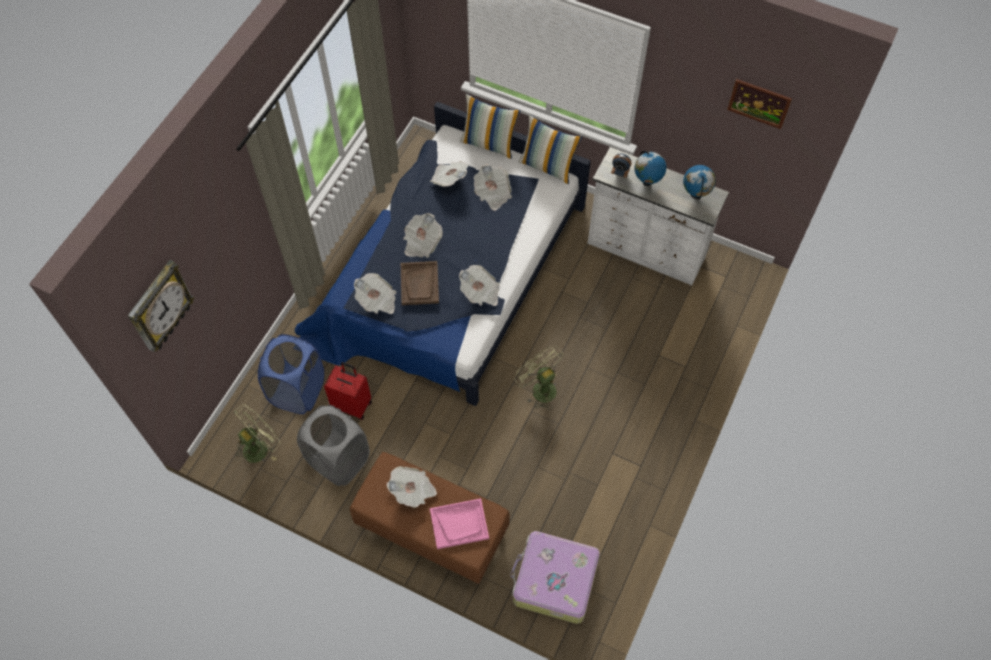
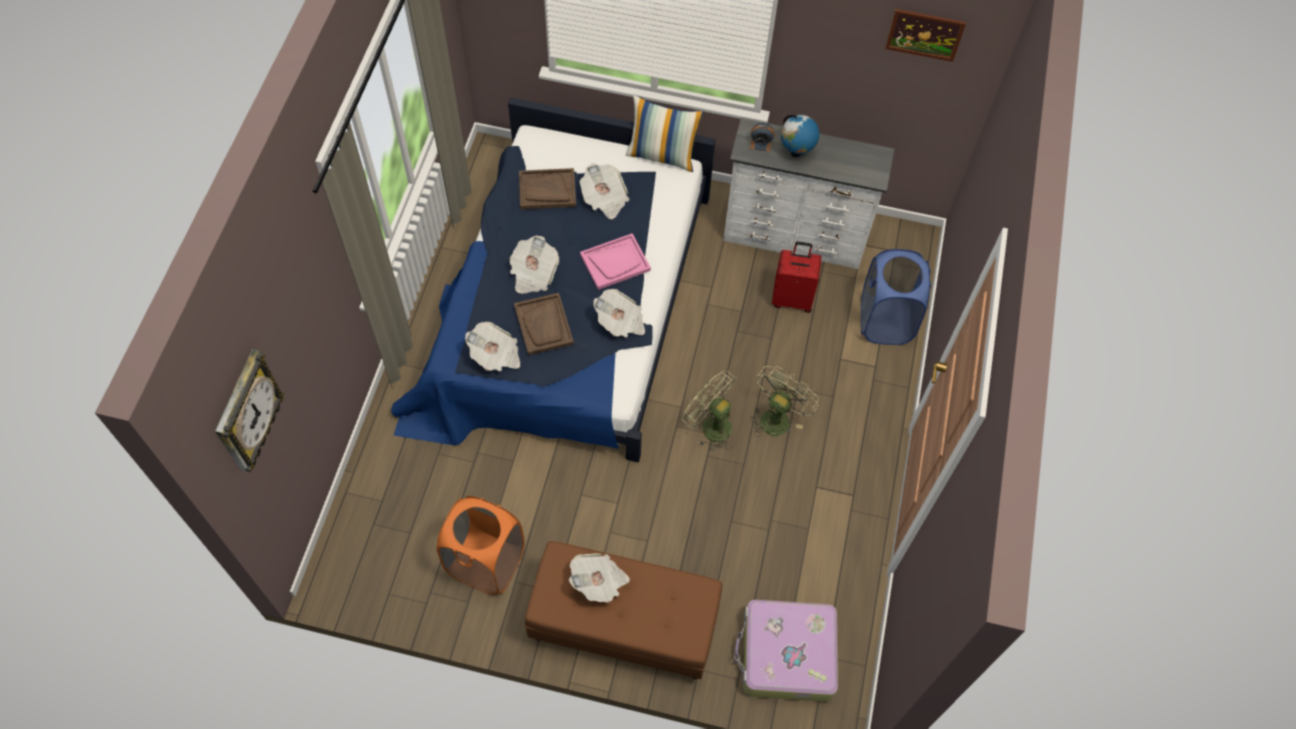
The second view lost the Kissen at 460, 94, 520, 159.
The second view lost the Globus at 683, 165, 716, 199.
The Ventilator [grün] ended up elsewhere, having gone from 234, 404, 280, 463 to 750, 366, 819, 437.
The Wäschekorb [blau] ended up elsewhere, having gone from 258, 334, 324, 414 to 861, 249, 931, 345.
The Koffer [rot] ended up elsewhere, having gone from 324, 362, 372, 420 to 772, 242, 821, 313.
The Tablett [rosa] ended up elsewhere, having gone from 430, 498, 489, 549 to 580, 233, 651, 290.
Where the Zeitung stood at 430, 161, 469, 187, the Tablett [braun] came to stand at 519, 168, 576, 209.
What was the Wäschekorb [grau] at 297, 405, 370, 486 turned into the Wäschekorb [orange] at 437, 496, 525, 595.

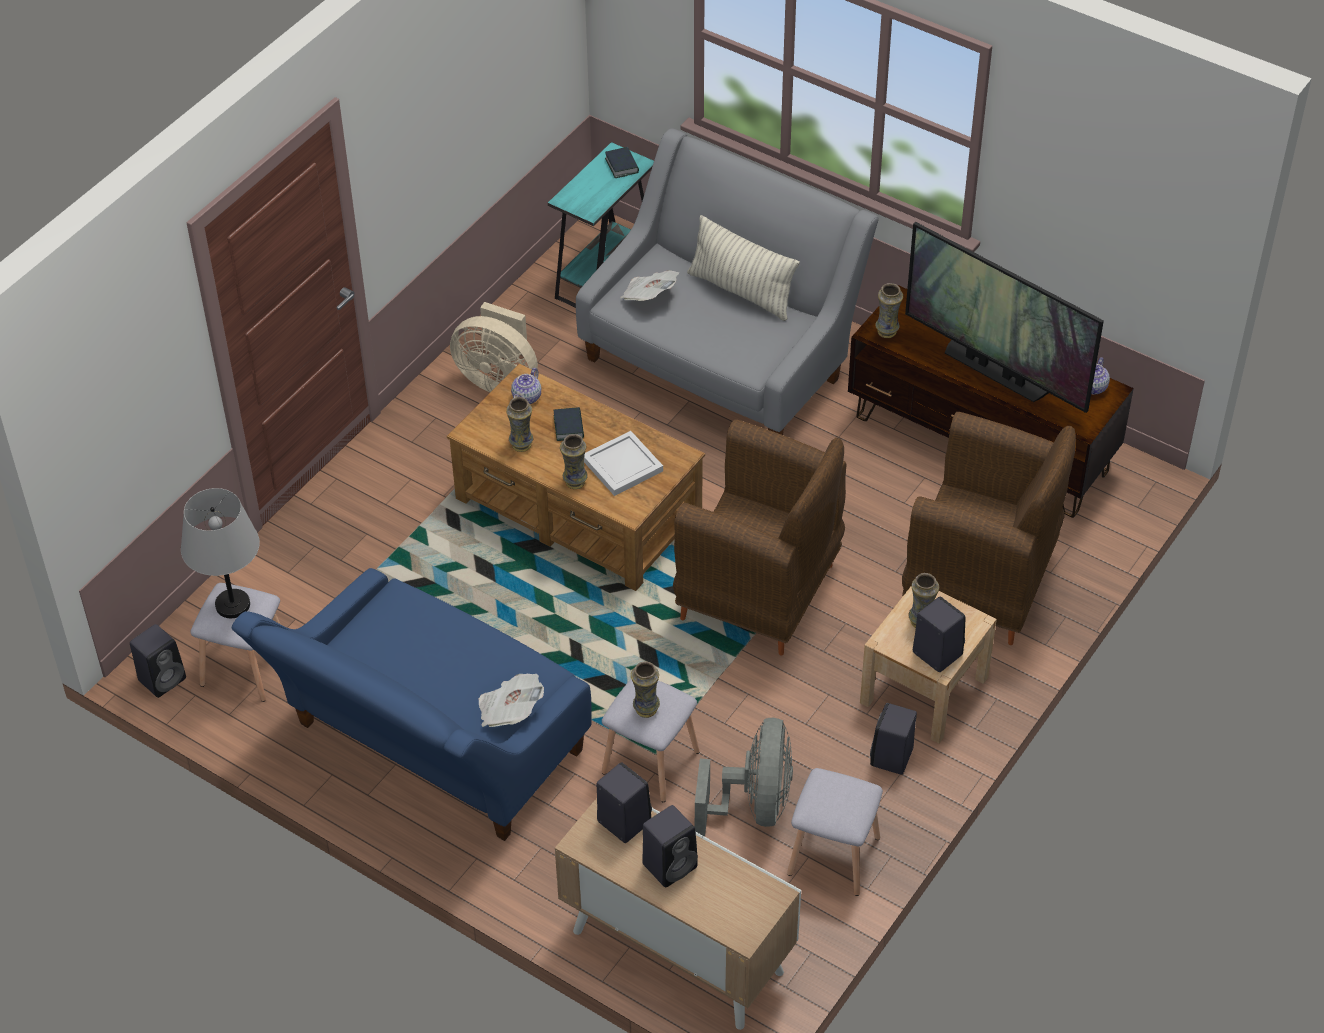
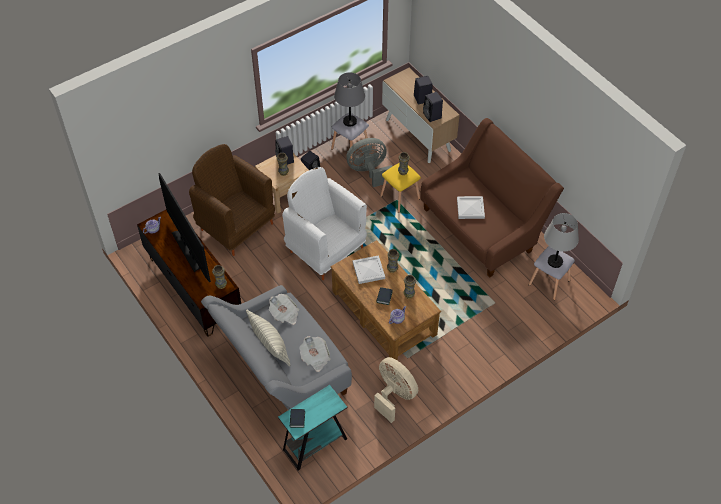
The second view lost the Lautsprecher [schwarz] at 130, 624, 186, 698.
The second view gained the Tischlampe [grau] at 334, 72, 365, 127.
The second view gained the Tablett [weiß] at 457, 196, 485, 219.
The Zeitung ended up elsewhere, having gone from 478, 674, 544, 727 to 269, 294, 299, 325.
What was the Sofa [blau] at 232, 568, 592, 841 turned into the Sofa [braun] at 421, 118, 564, 277.
What was the Hocker [grau] at 602, 679, 700, 802 turned into the Hocker [gelb] at 380, 163, 421, 213.
What was the Sessel [braun] at 673, 420, 847, 656 turned into the Sessel [weiß] at 282, 167, 367, 280.
The Ventilator [grau] at 695, 718, 793, 836 ended up facing another way, 45 degrees clockwise from before.

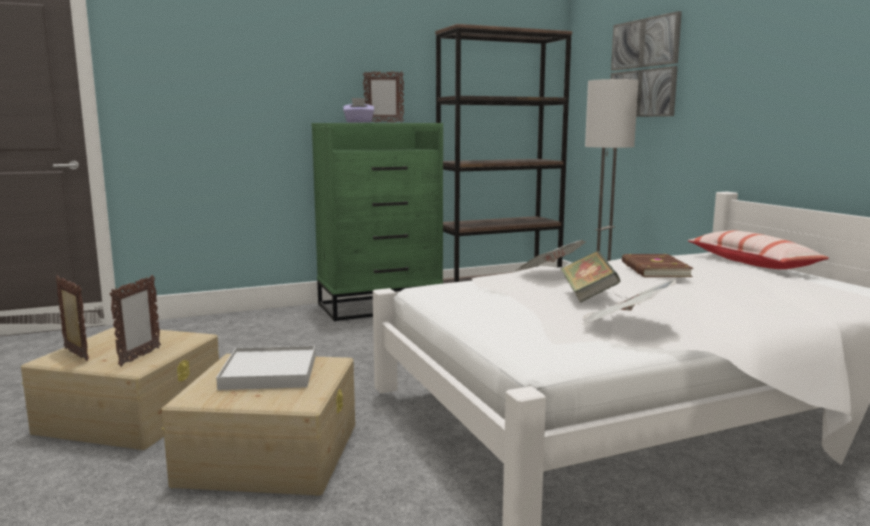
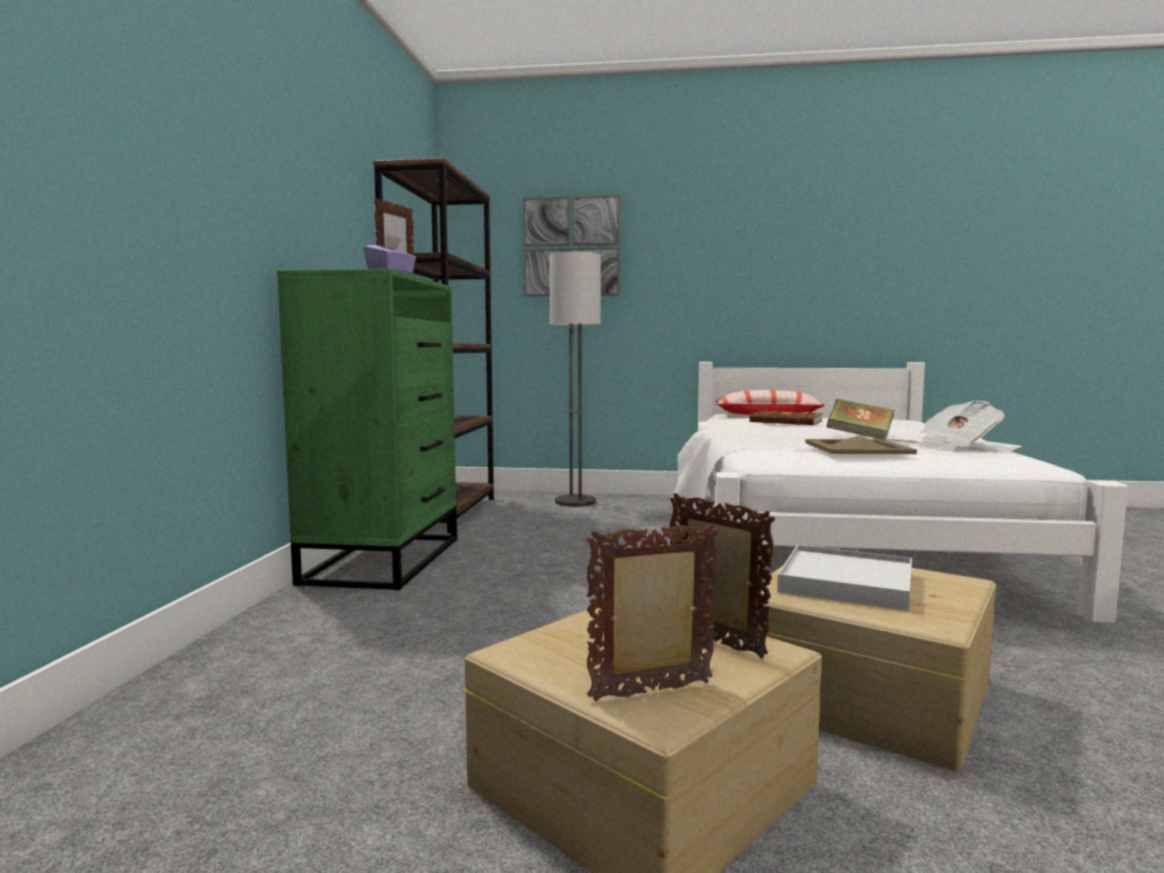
The second view lost the Zeitung at 516, 240, 586, 271.
The second view gained the Tablett [beige] at 806, 436, 917, 454.

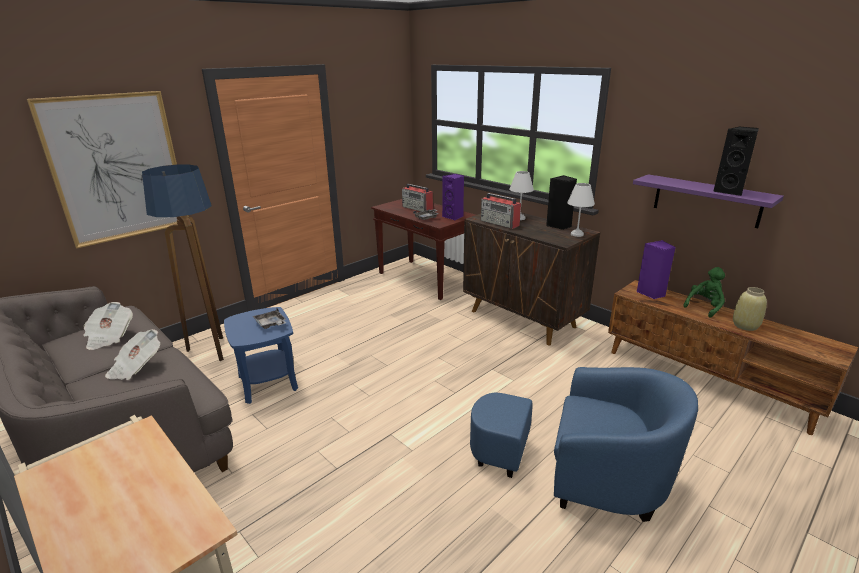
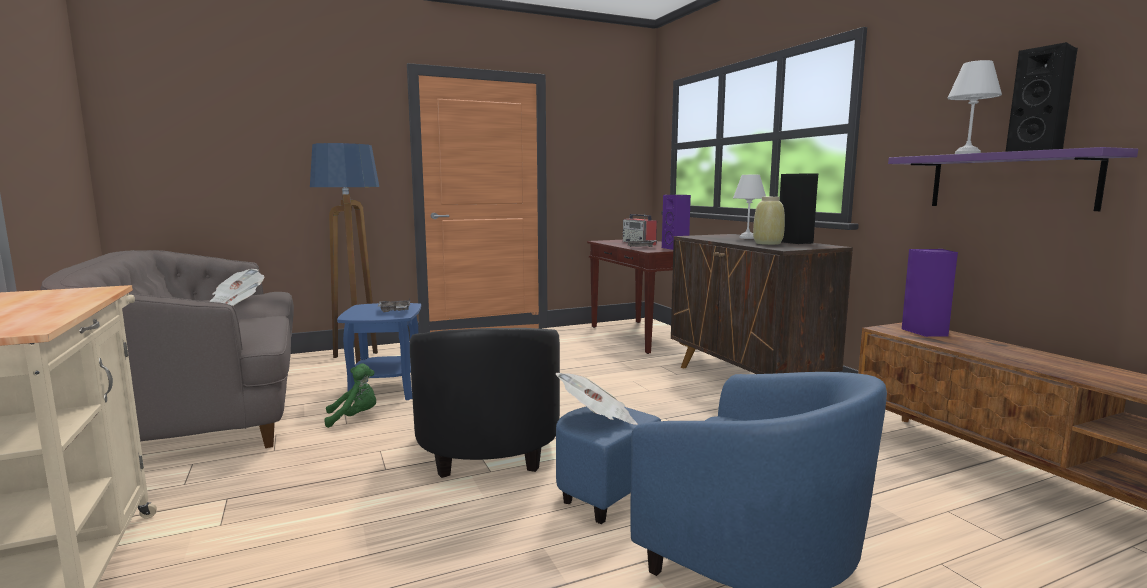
The second view lost the Bild at 27, 91, 189, 248.
The second view lost the Radio at 481, 193, 521, 229.
The second view gained the Sessel [schwarz] at 410, 328, 560, 478.
The second view gained the Zeitung at 556, 373, 638, 425.
The Tischlampe [weiß] ended up elsewhere, having gone from 567, 183, 595, 237 to 948, 60, 1002, 154.
The Plüschtier [grün] ended up elsewhere, having gone from 683, 267, 725, 318 to 324, 363, 376, 428.
The Vase [beige] ended up elsewhere, having gone from 733, 287, 767, 331 to 753, 197, 785, 245.

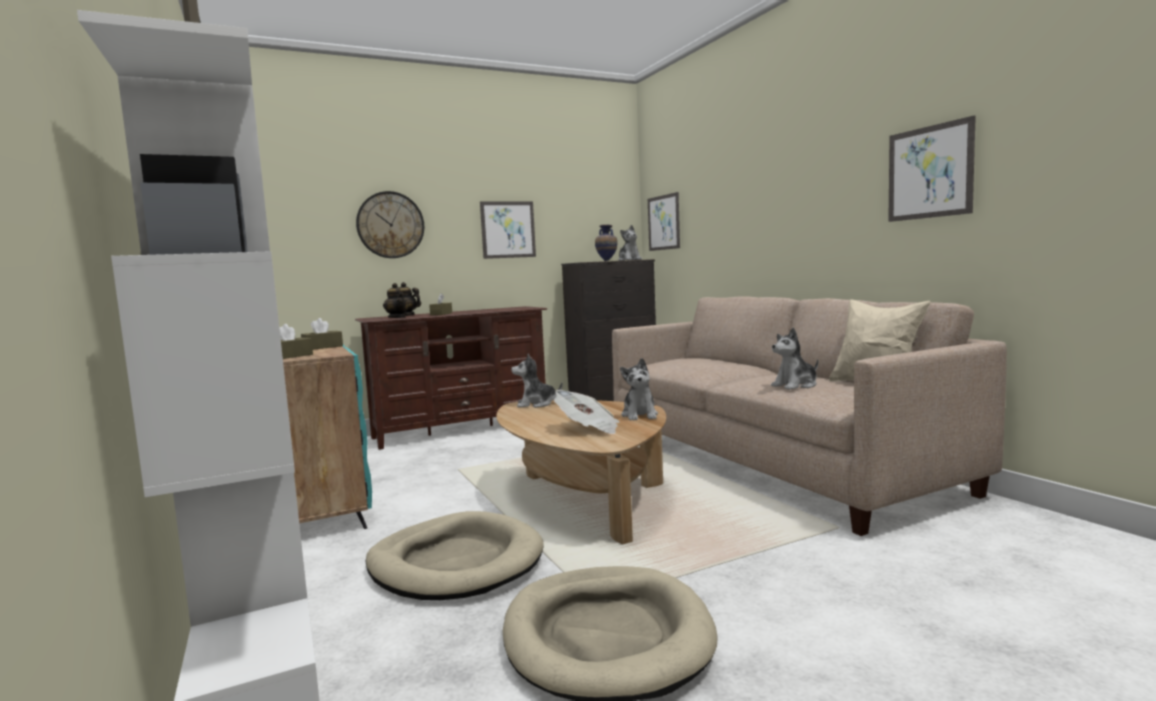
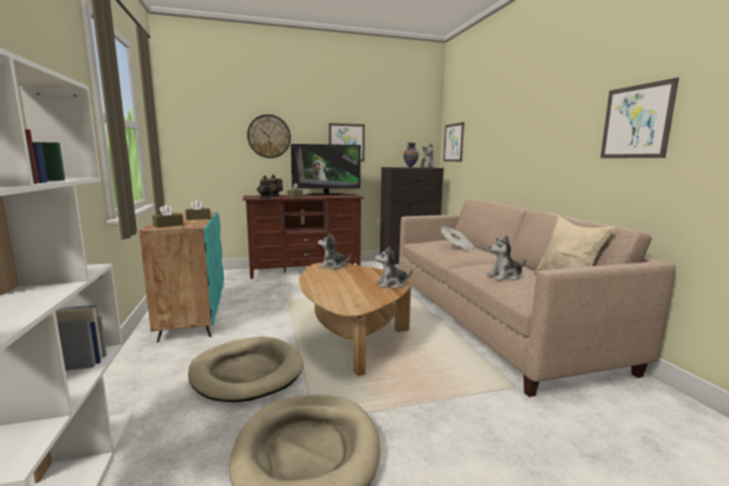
The second view gained the Fernseher at 291, 144, 361, 196.
The Zeitung ended up elsewhere, having gone from 554, 390, 619, 434 to 441, 226, 474, 251.
The Plüschtier at 620, 358, 658, 420 ended up facing another way, 75 degrees clockwise from before.

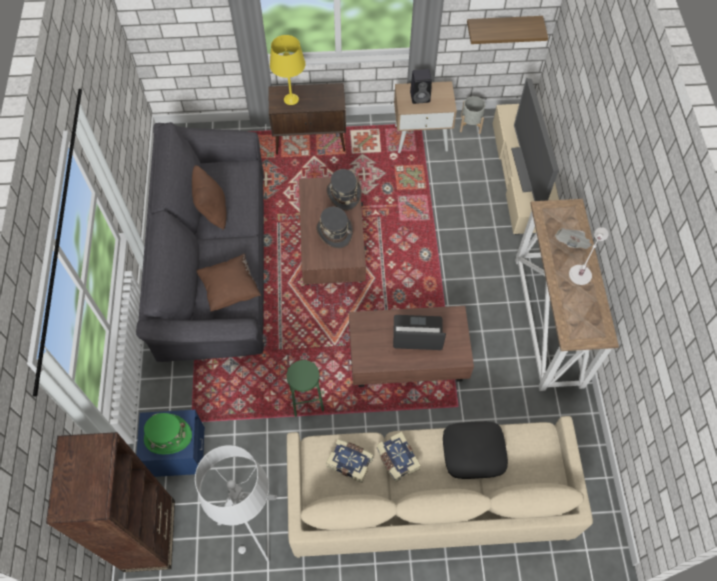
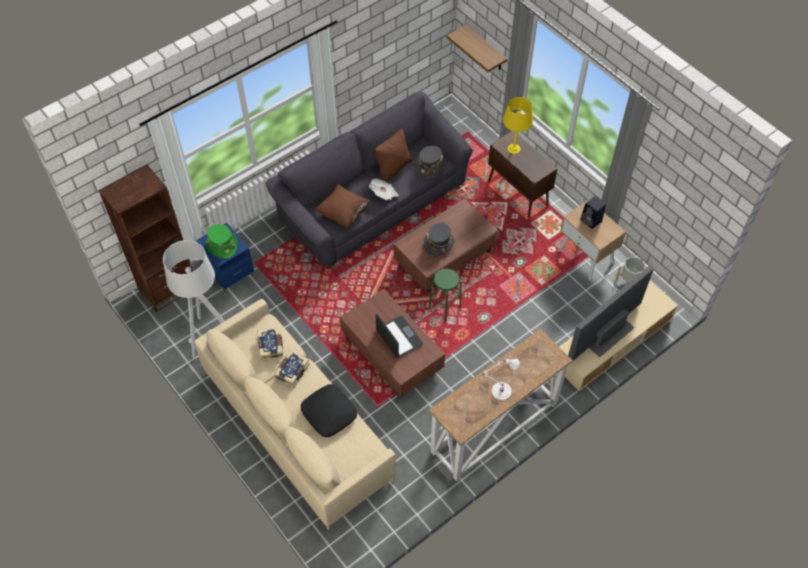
The Hocker [grün] ended up elsewhere, having gone from 287, 360, 324, 417 to 429, 269, 461, 322.
The Hut [grau] ended up elsewhere, having gone from 326, 169, 362, 211 to 415, 146, 446, 178.
The Wandregal ended up elsewhere, having gone from 467, 16, 548, 44 to 446, 25, 507, 72.
The Zeitung ended up elsewhere, having gone from 555, 228, 592, 249 to 369, 178, 399, 200.

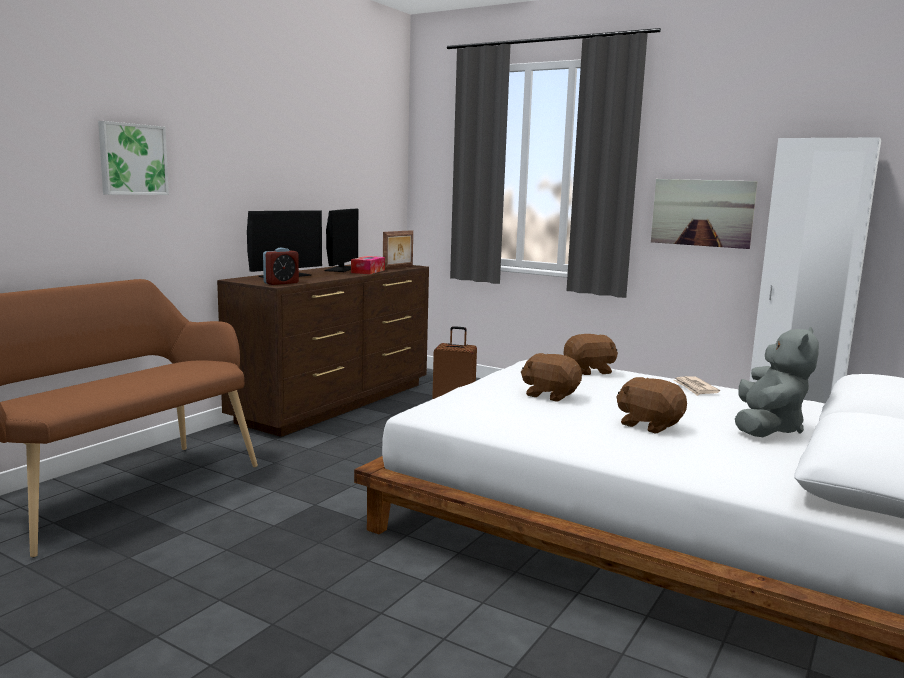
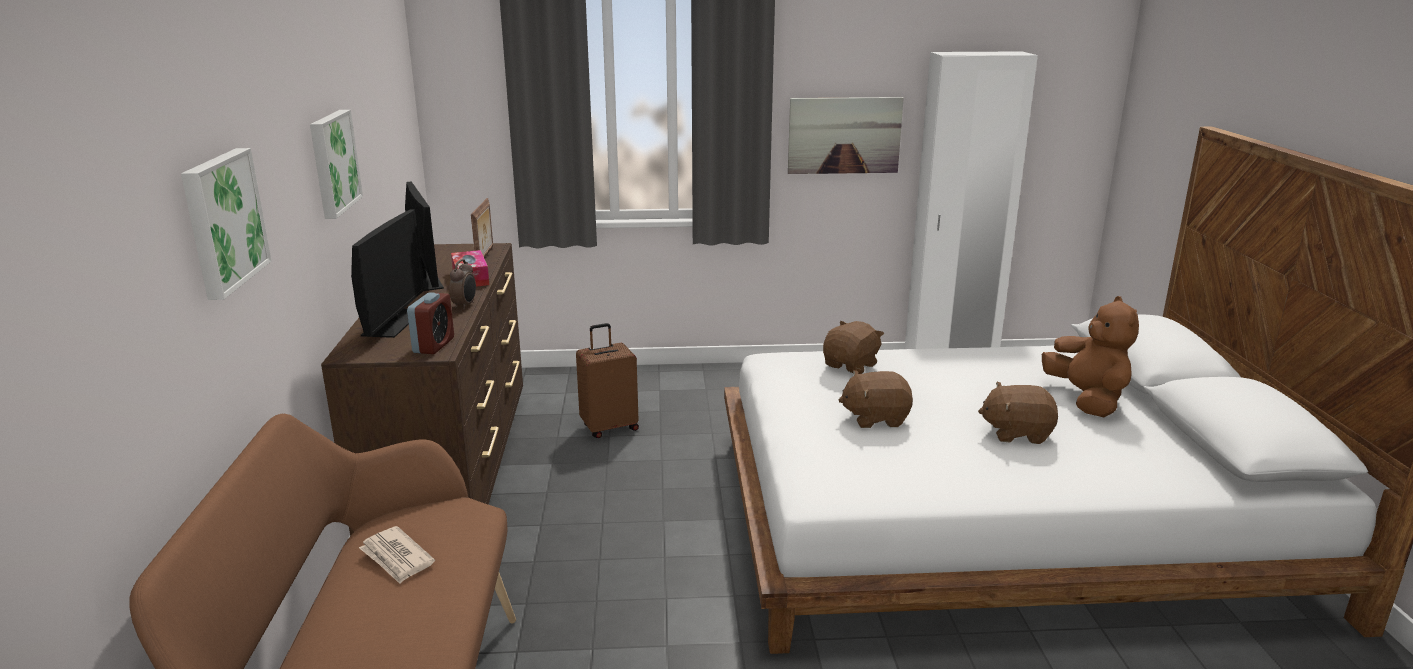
The second view gained the Bild at 310, 110, 363, 219.
The second view gained the Wecker at 449, 259, 476, 309.
The Zeitung ended up elsewhere, having gone from 673, 376, 720, 396 to 359, 526, 435, 584.
What was the Plüschtier [grau] at 735, 327, 819, 437 turned into the Plüschtier [braun] at 1042, 296, 1139, 417.

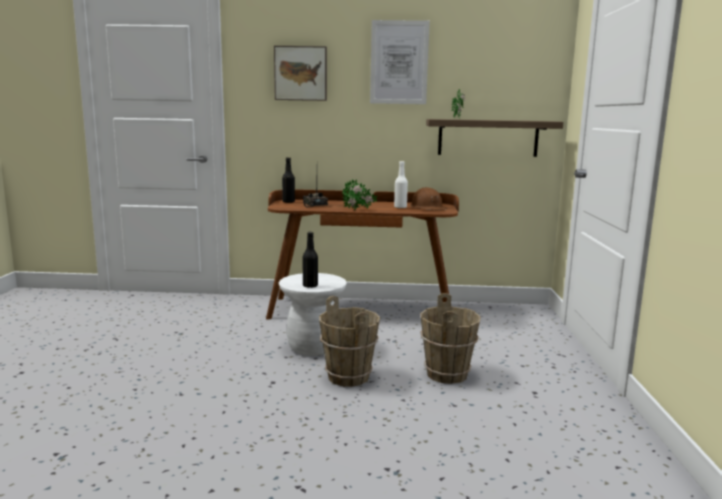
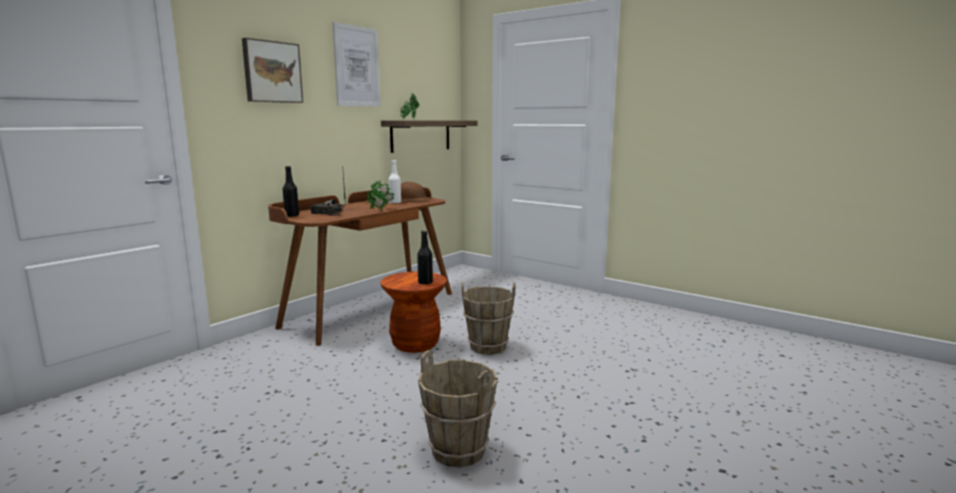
The Eimer [braun] ended up elsewhere, having gone from 420, 293, 481, 384 to 418, 350, 498, 467.
What was the Hocker [weiß] at 279, 273, 347, 356 turned into the Hocker [braun] at 380, 271, 447, 353.

